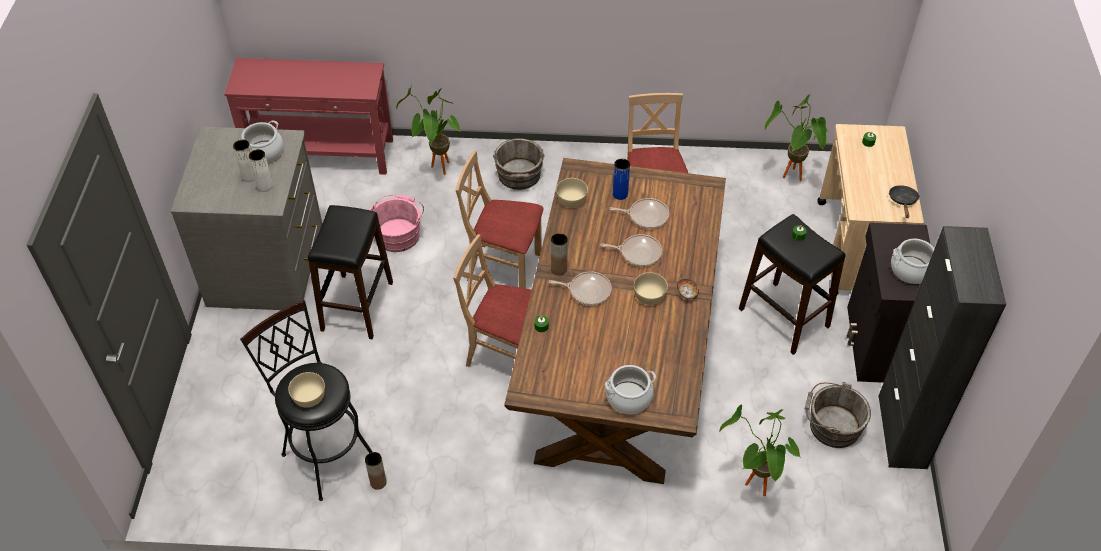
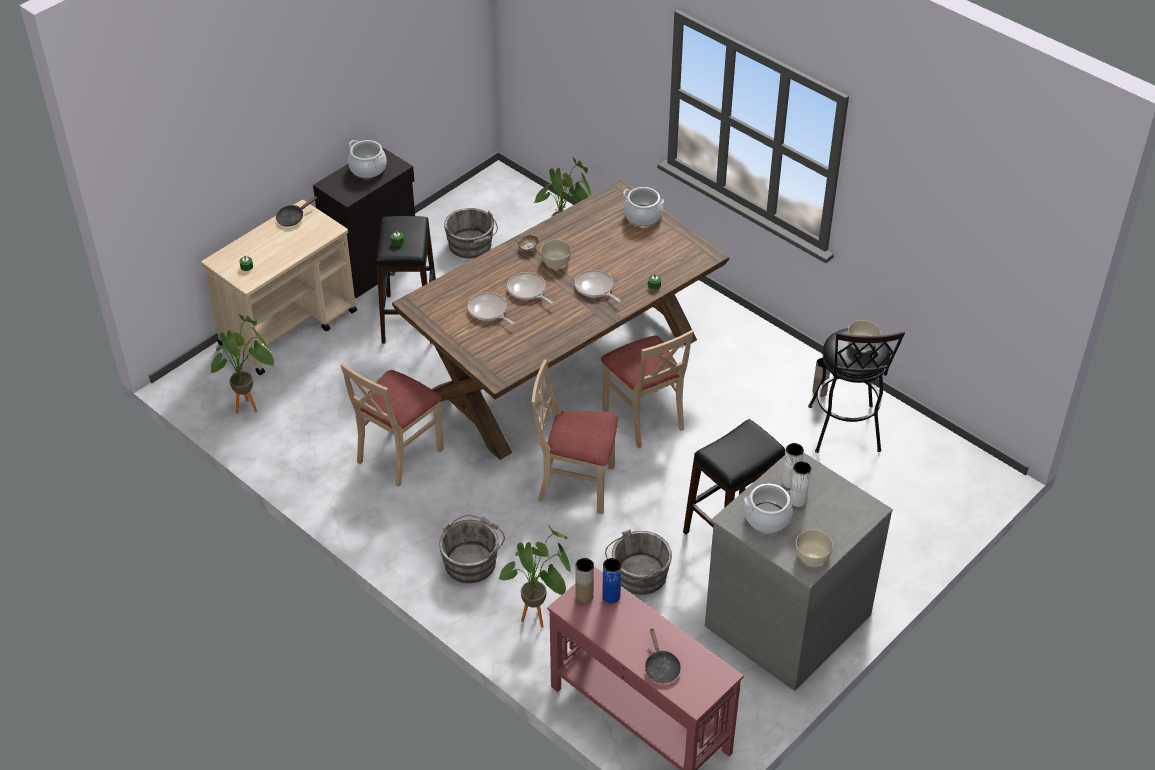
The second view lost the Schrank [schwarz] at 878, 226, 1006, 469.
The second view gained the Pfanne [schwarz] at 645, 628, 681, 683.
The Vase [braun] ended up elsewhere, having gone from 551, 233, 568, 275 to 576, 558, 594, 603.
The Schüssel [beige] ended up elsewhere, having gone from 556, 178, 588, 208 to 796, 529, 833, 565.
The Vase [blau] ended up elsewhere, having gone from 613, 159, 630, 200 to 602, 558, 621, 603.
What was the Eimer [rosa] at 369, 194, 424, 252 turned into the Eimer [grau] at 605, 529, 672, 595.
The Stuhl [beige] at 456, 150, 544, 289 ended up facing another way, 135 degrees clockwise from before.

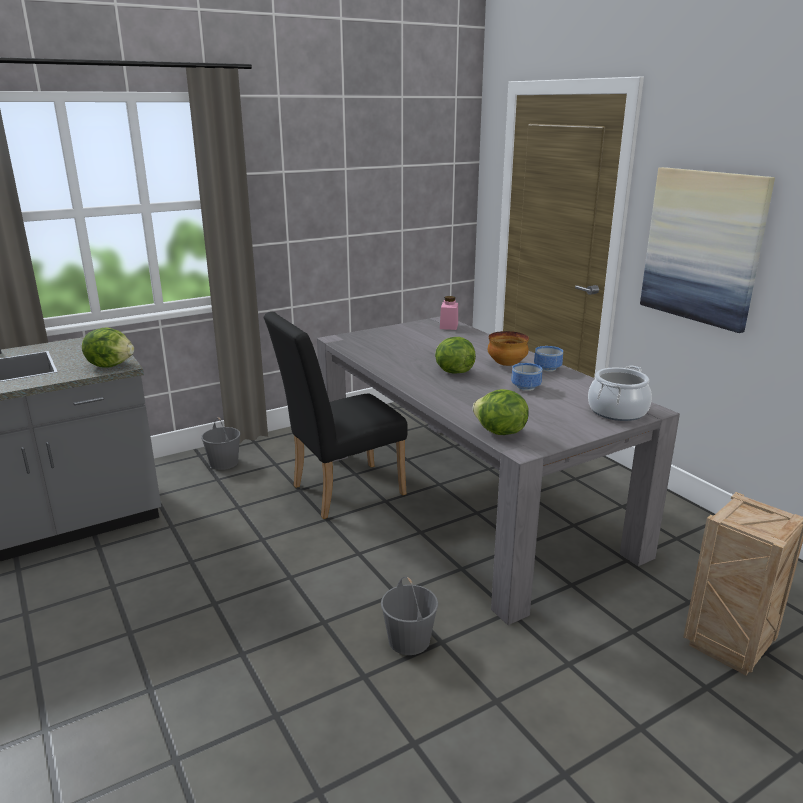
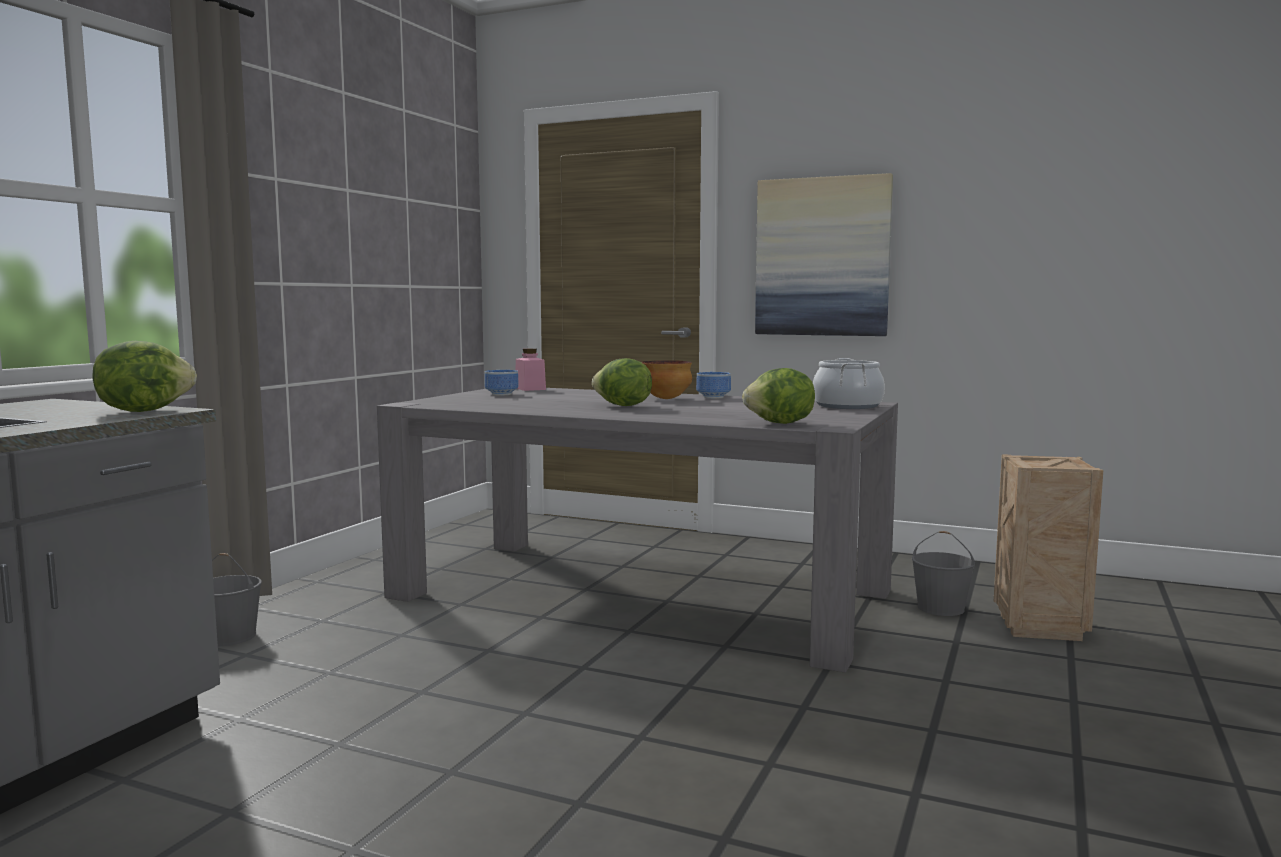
The second view lost the Stuhl [schwarz] at 264, 312, 408, 519.
The Eimer [grau] ended up elsewhere, having gone from 381, 577, 438, 655 to 912, 531, 975, 616.
The Schüssel ended up elsewhere, having gone from 511, 363, 542, 391 to 485, 370, 519, 396.

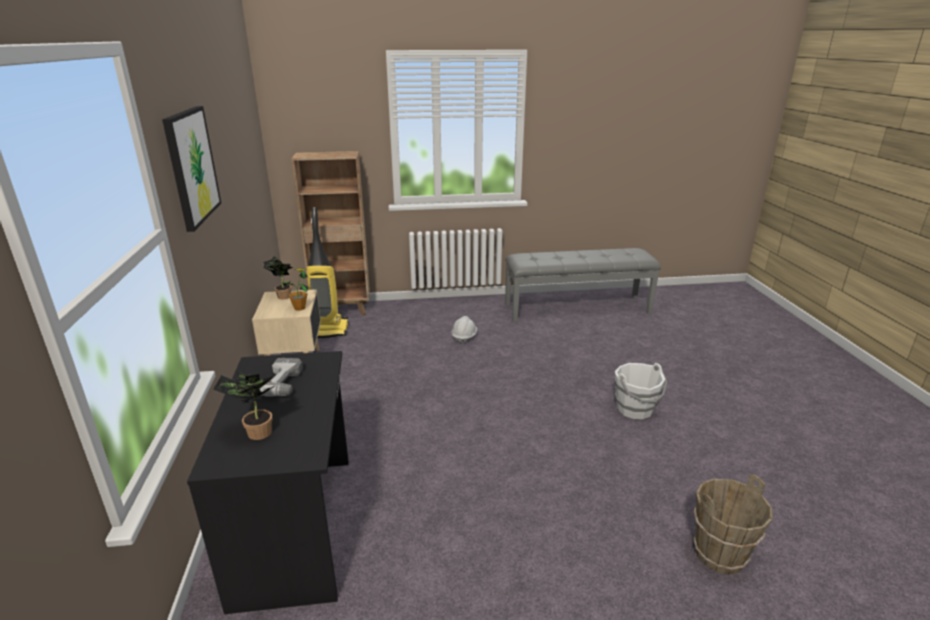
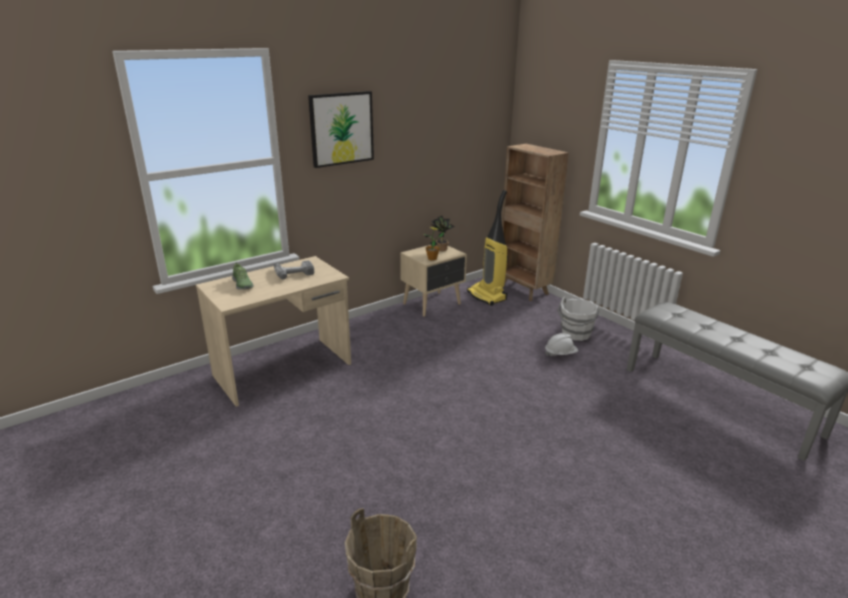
The Eimer [weiß] ended up elsewhere, having gone from 614, 363, 668, 419 to 557, 297, 600, 341.
Where the Topfpflanze stood at 213, 371, 276, 440, the Schuh came to stand at 232, 262, 254, 290.
What was the Schreibtisch [schwarz] at 187, 351, 349, 614 turned into the Schreibtisch [beige] at 196, 256, 351, 407.

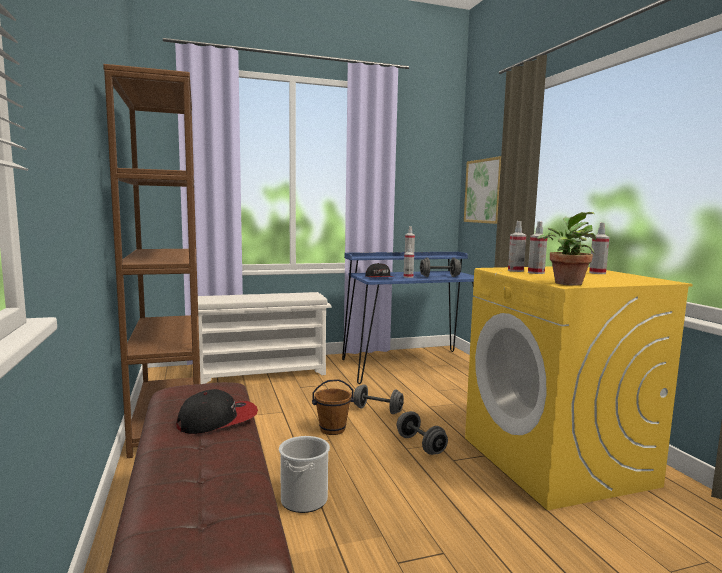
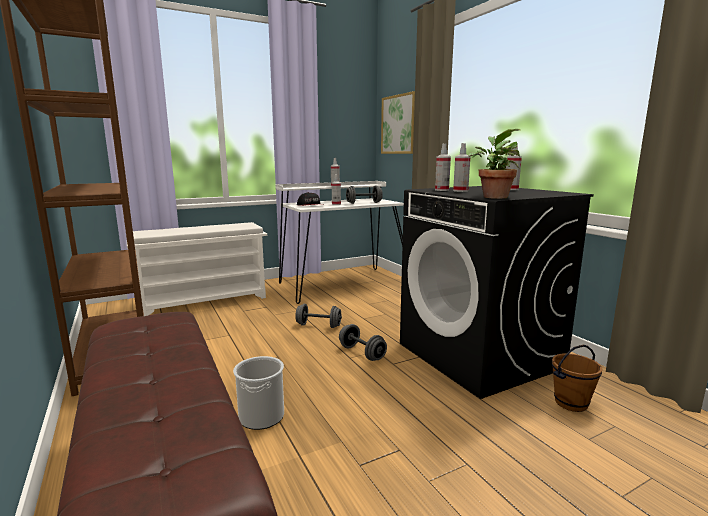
The second view lost the Kappe at 176, 389, 258, 434.
The Eimer [braun] ended up elsewhere, having gone from 312, 379, 354, 435 to 552, 345, 603, 412.
What was the Schreibtisch [blau] at 342, 252, 474, 384 turned into the Schreibtisch [weiß] at 275, 181, 404, 304.
What was the Waschmaschine [gelb] at 465, 266, 693, 510 turned into the Waschmaschine [schwarz] at 400, 186, 594, 399.

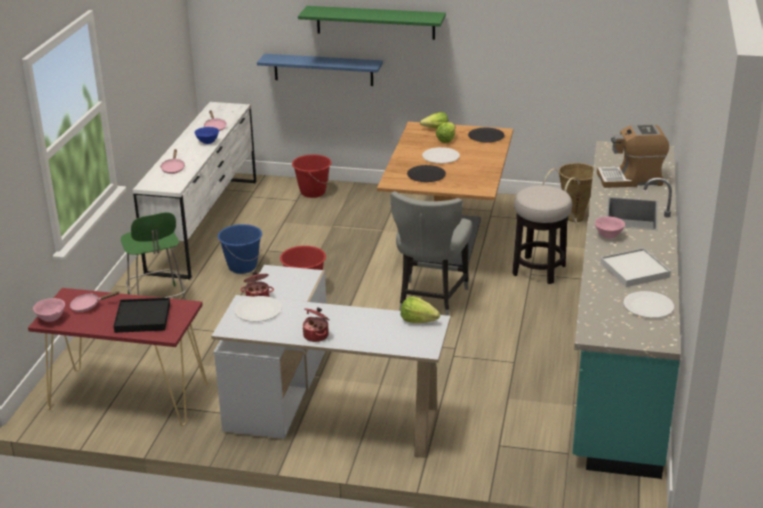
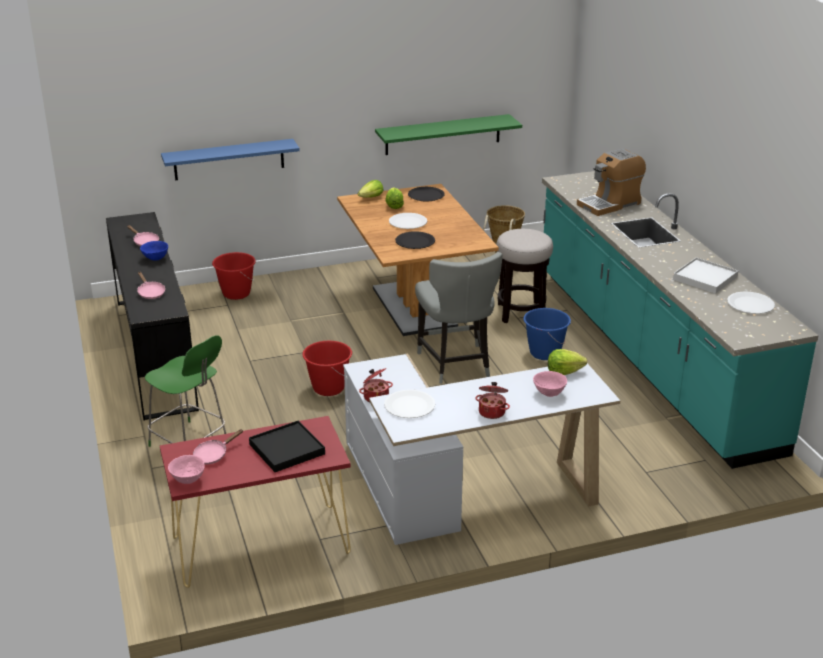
The Eimer [blau] ended up elsewhere, having gone from 218, 224, 262, 274 to 523, 308, 571, 360.
The Wandregal [grün] ended up elsewhere, having gone from 298, 6, 446, 40 to 375, 114, 522, 155.
The Schüssel [rosa] ended up elsewhere, having gone from 595, 216, 625, 239 to 533, 371, 567, 397.
What was the Kommode [weiß] at 133, 102, 256, 280 turned into the Kommode [schwarz] at 106, 212, 199, 421.

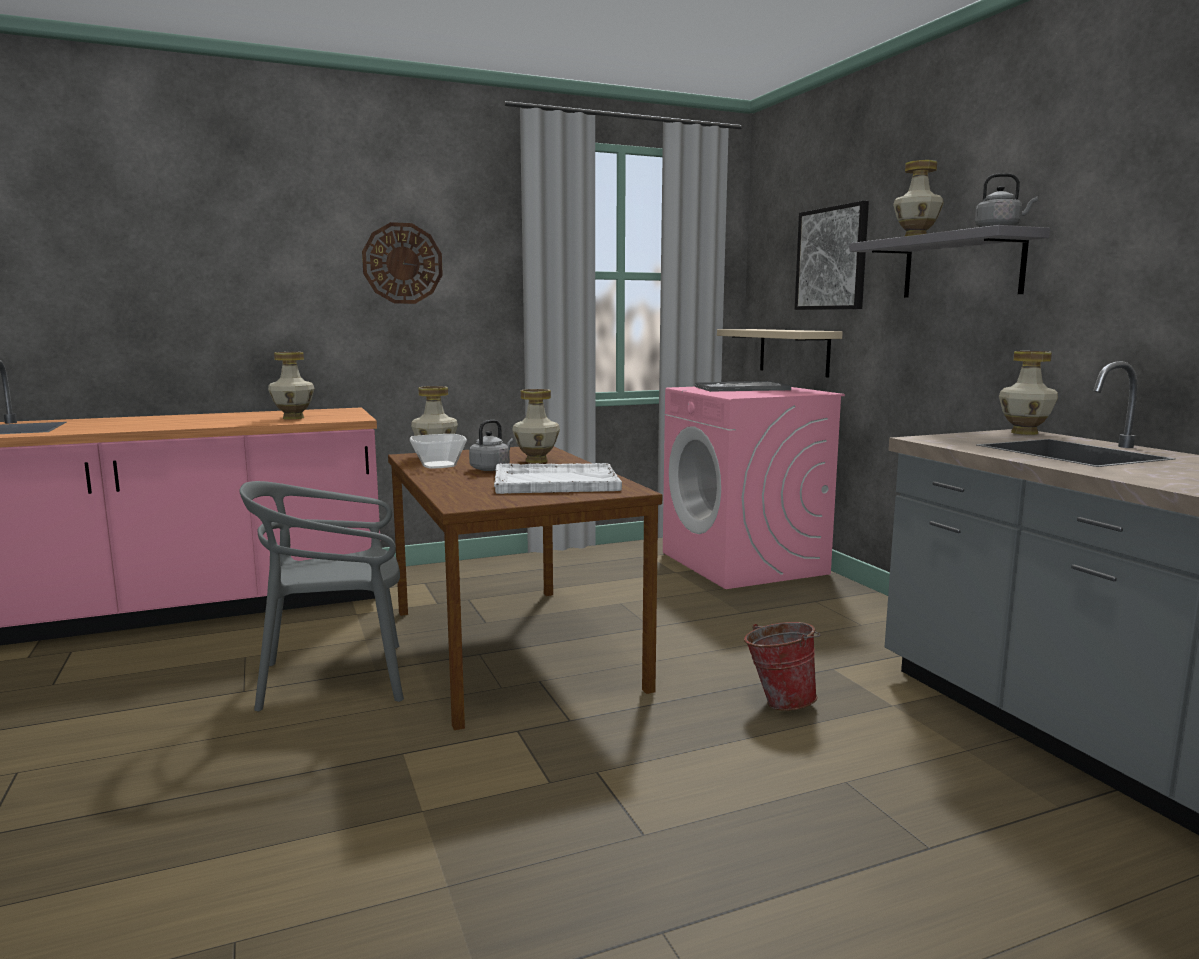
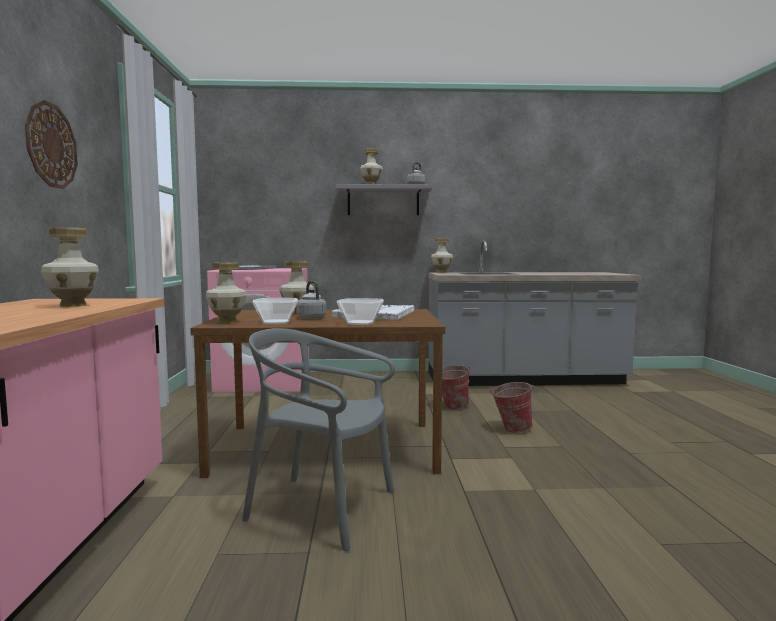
The second view lost the Wandregal [beige] at 717, 329, 843, 377.
The second view lost the Bild at 795, 201, 869, 310.
The second view gained the Schüssel at 337, 298, 384, 325.
The second view gained the Eimer at 490, 382, 533, 433.
The Stuhl [grau] at 239, 481, 404, 711 ended up facing another way, 105 degrees clockwise from before.

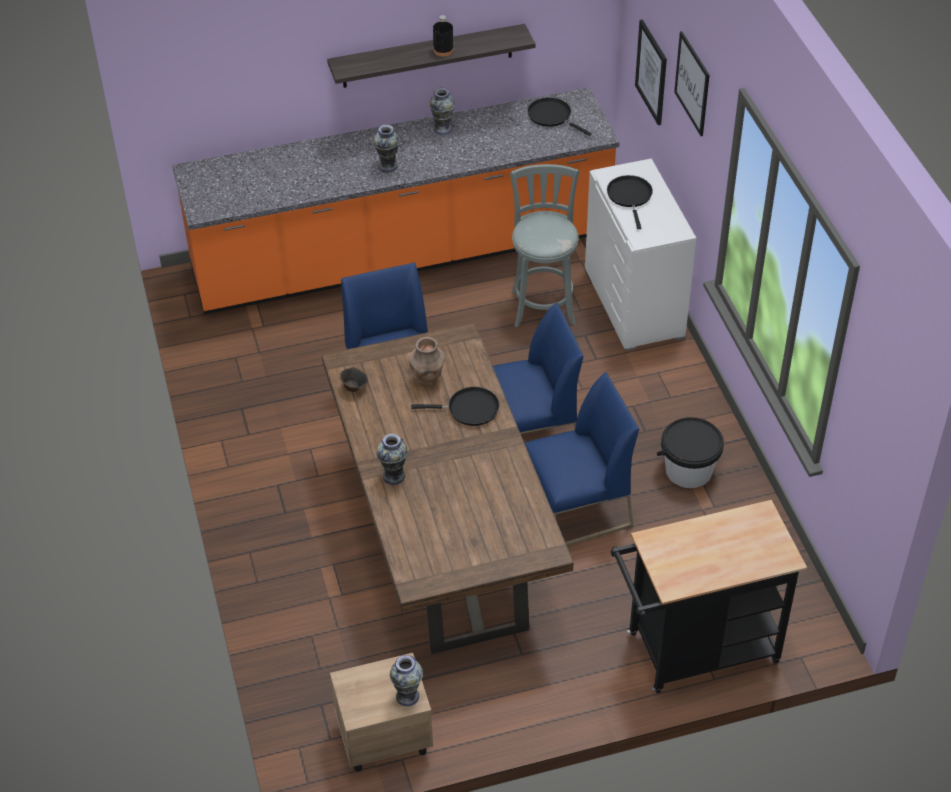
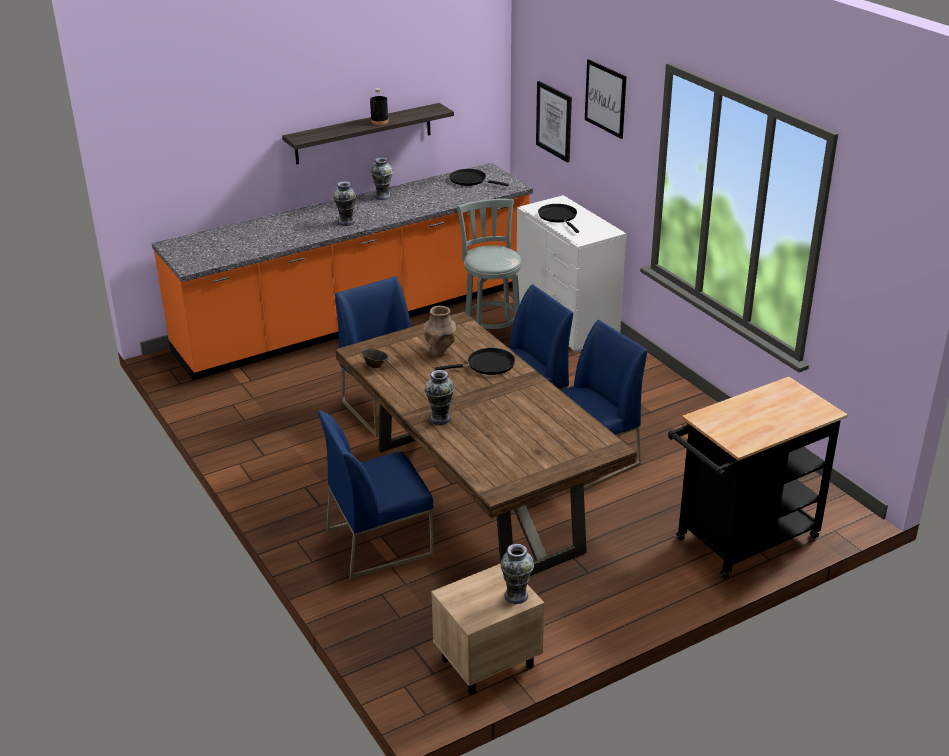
The second view lost the Eimer [schwarz] at 657, 417, 724, 488.
The second view gained the Stuhl [blau] at 318, 410, 434, 579.

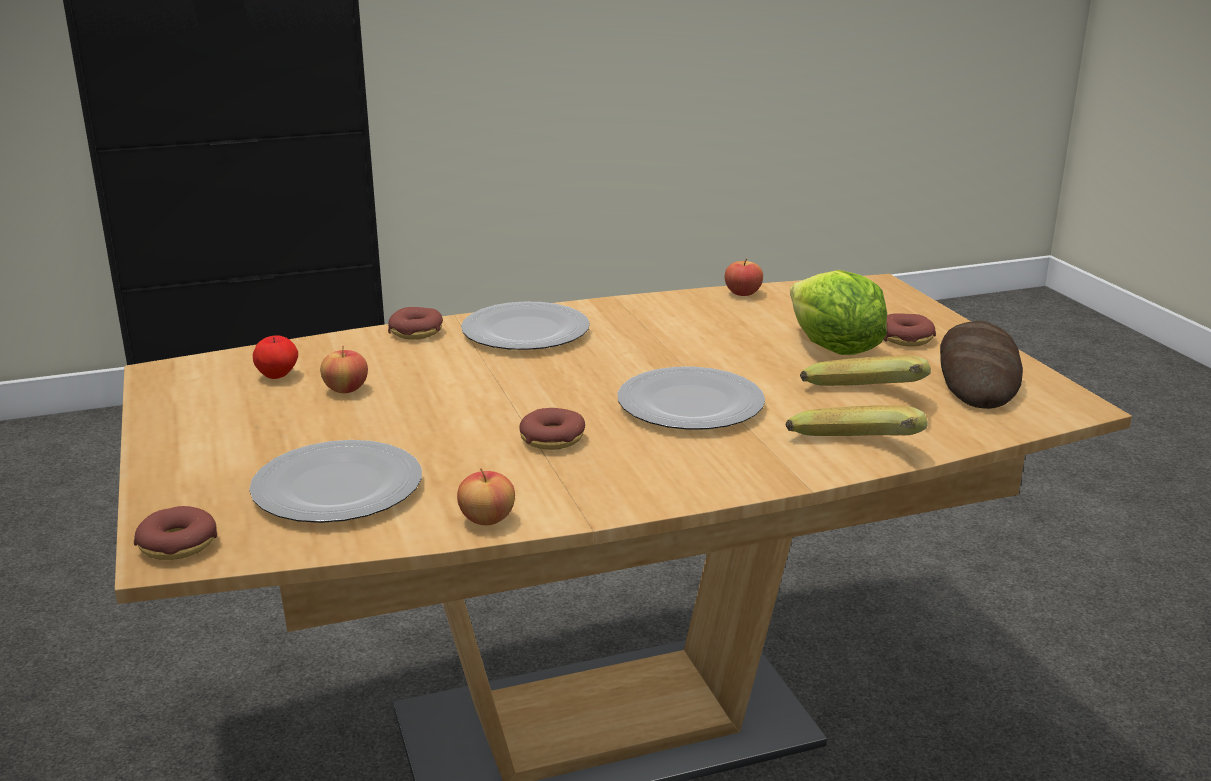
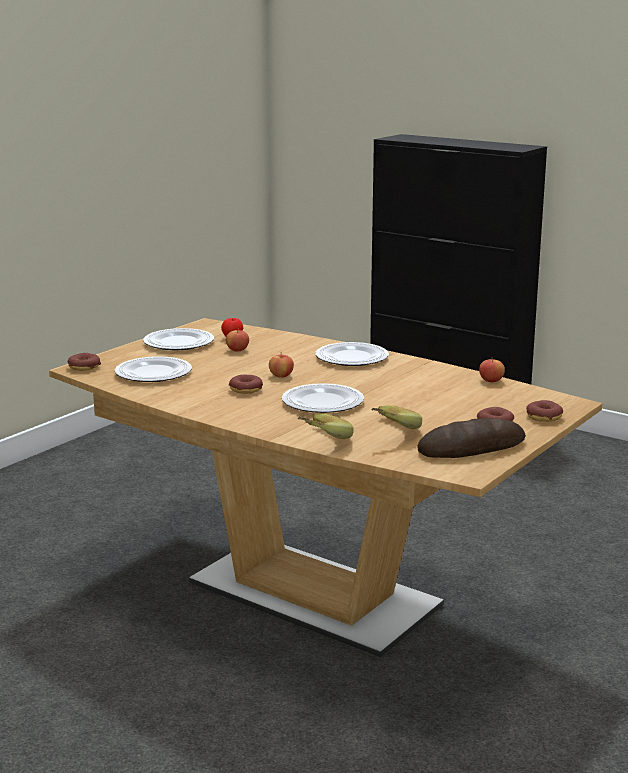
The second view lost the Salatkopf at 790, 270, 887, 355.
The second view gained the Teller at 143, 328, 214, 350.
The Donut ended up elsewhere, having gone from 388, 307, 443, 340 to 526, 400, 563, 422.
The Apfel ended up elsewhere, having gone from 457, 468, 515, 525 to 269, 355, 294, 378.

